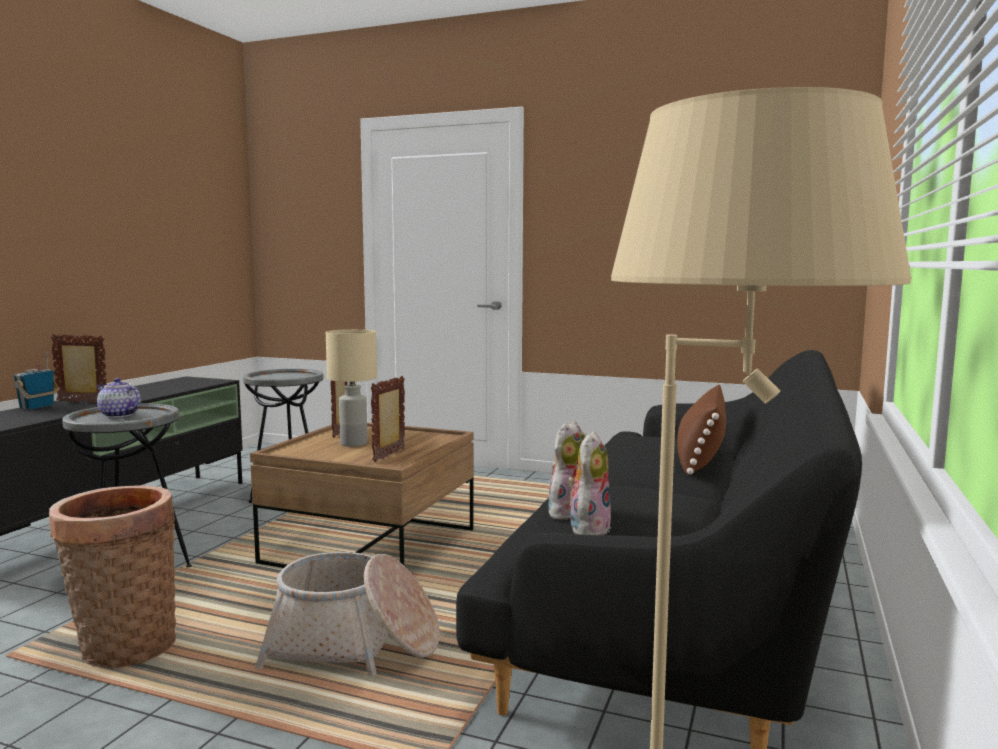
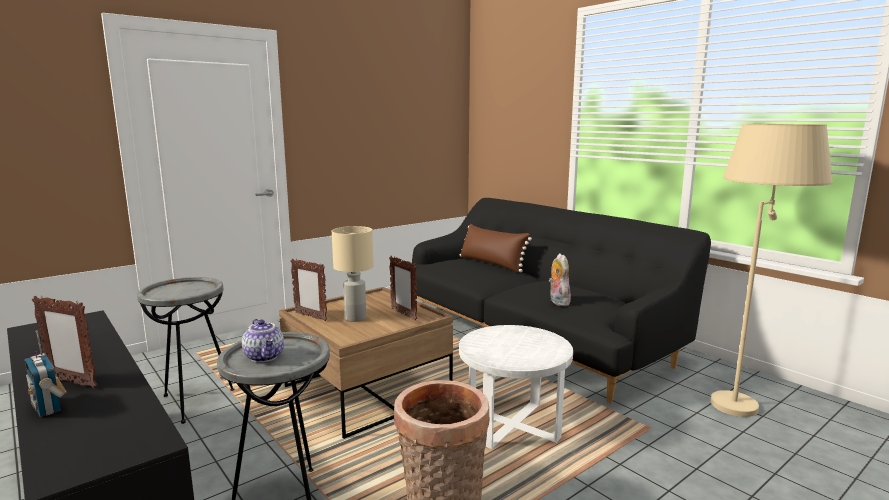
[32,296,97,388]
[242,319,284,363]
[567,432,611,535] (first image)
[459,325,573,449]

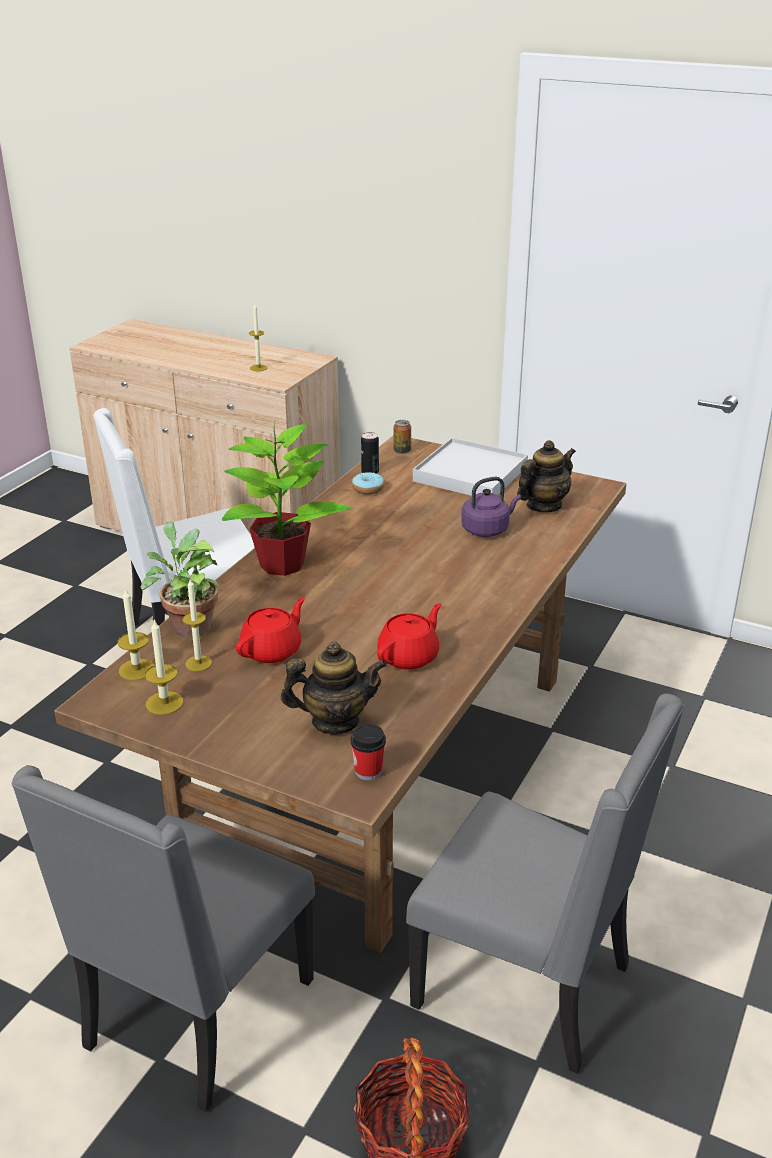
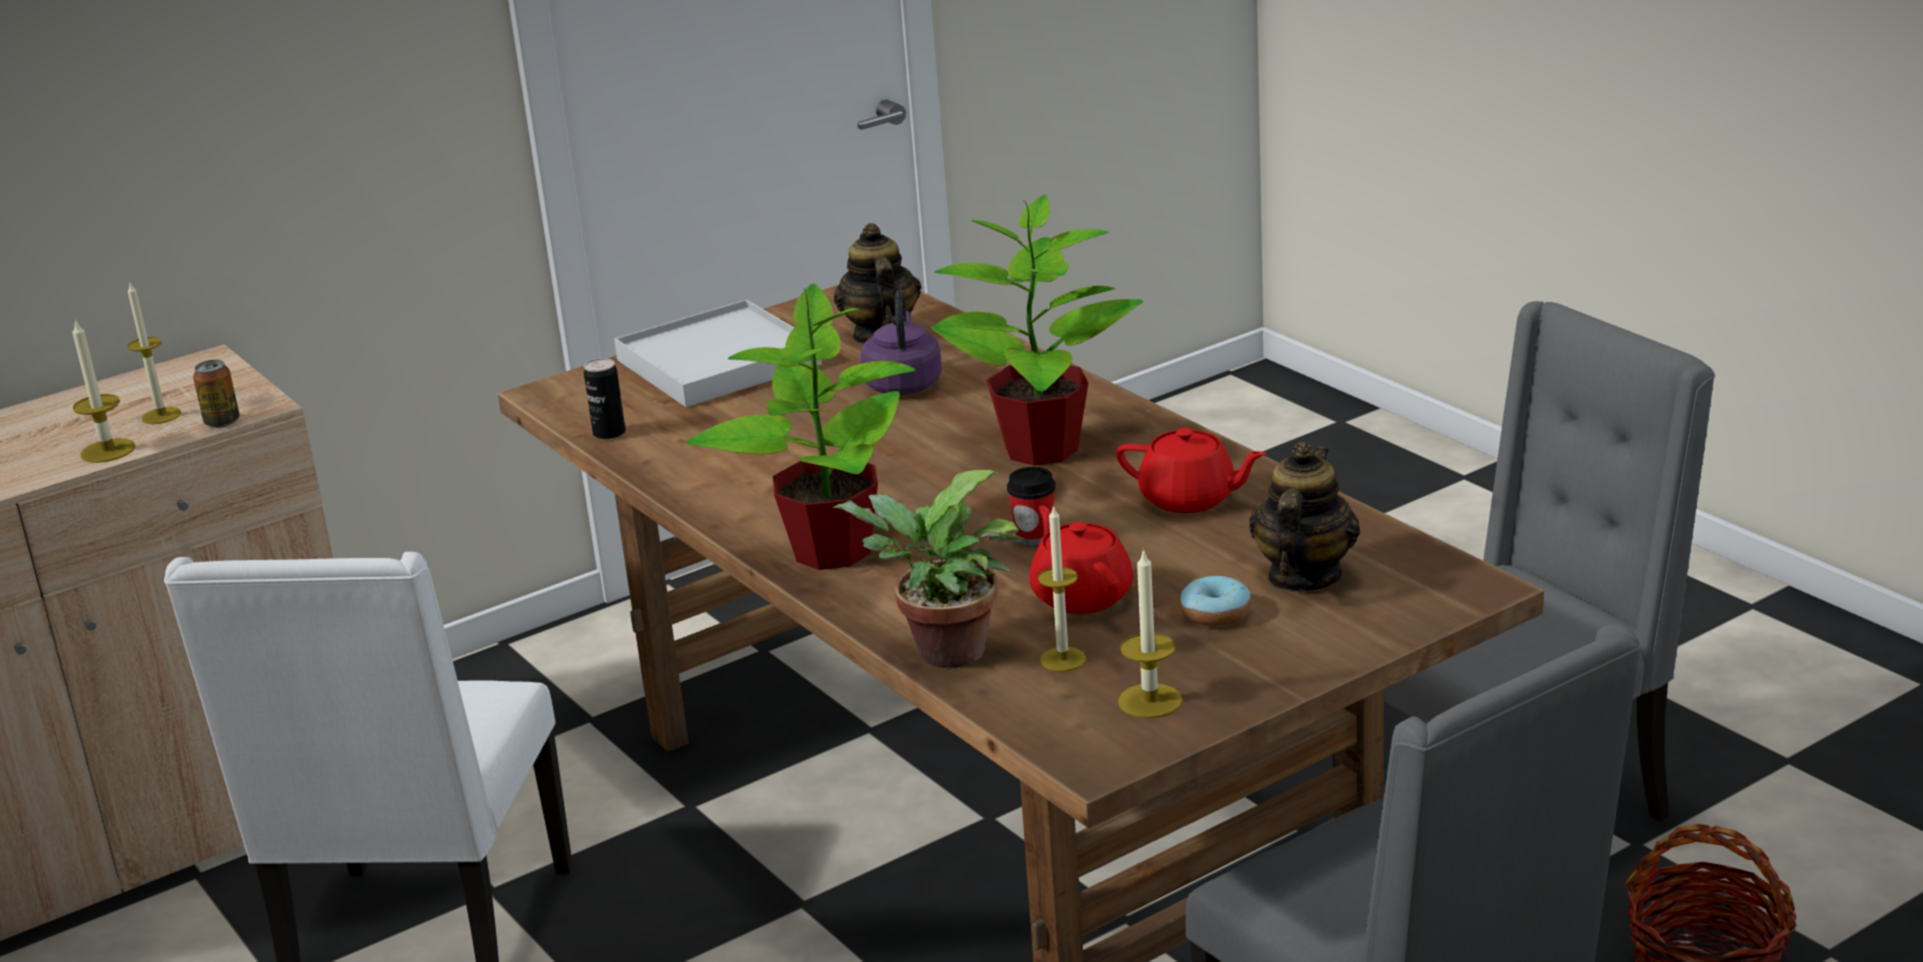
[193,360,240,428]
[1180,575,1251,626]
[72,319,136,463]
[1116,428,1267,513]
[1007,467,1056,546]
[931,195,1143,466]

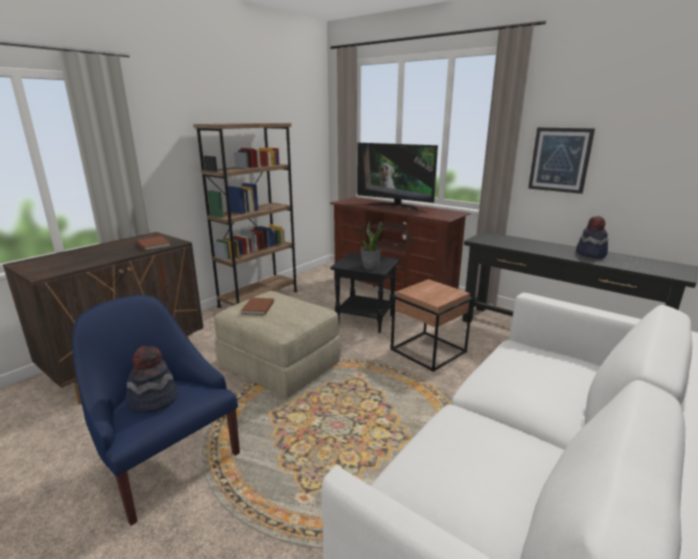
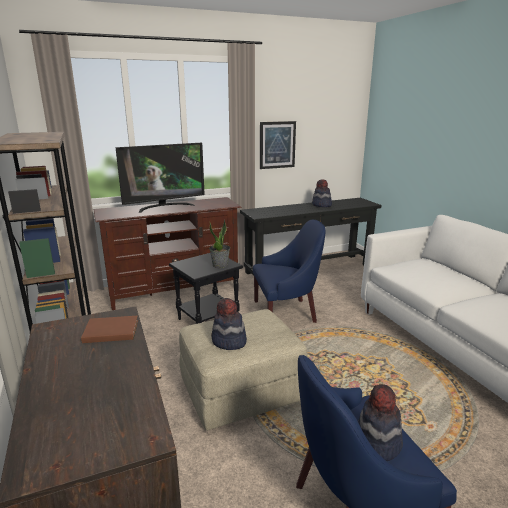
[253,220,325,323]
[211,298,247,350]

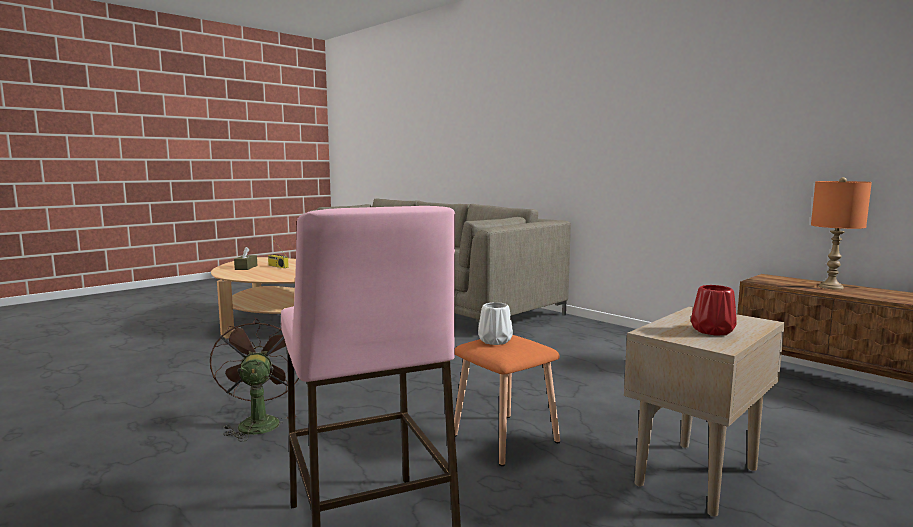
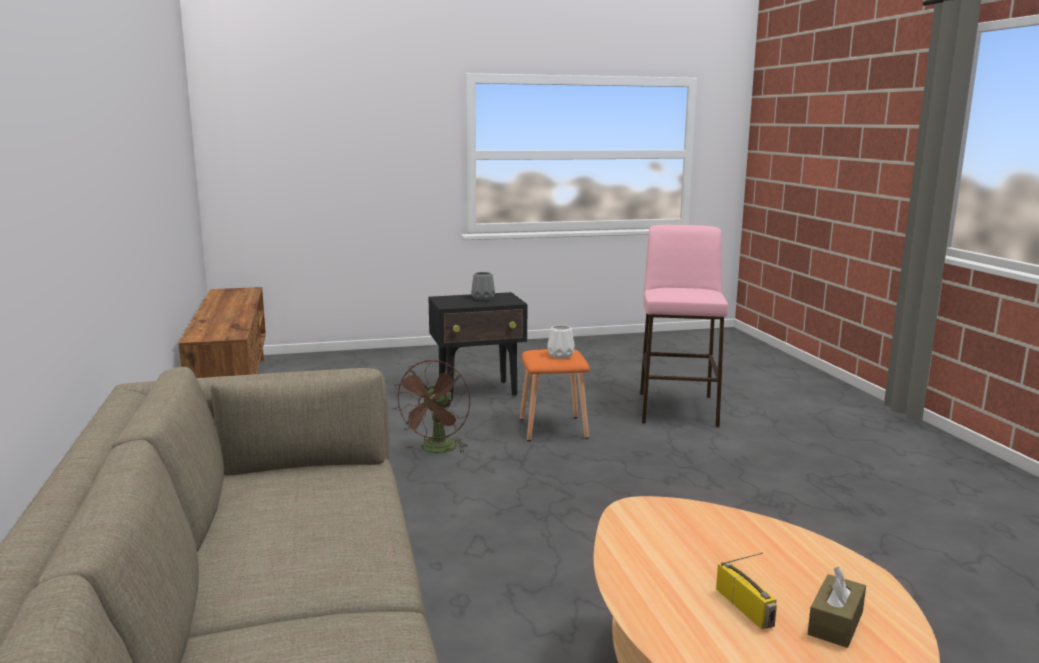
[811,177,872,290] (first image)
[471,272,495,300]
[428,292,528,402]
[393,360,470,453]

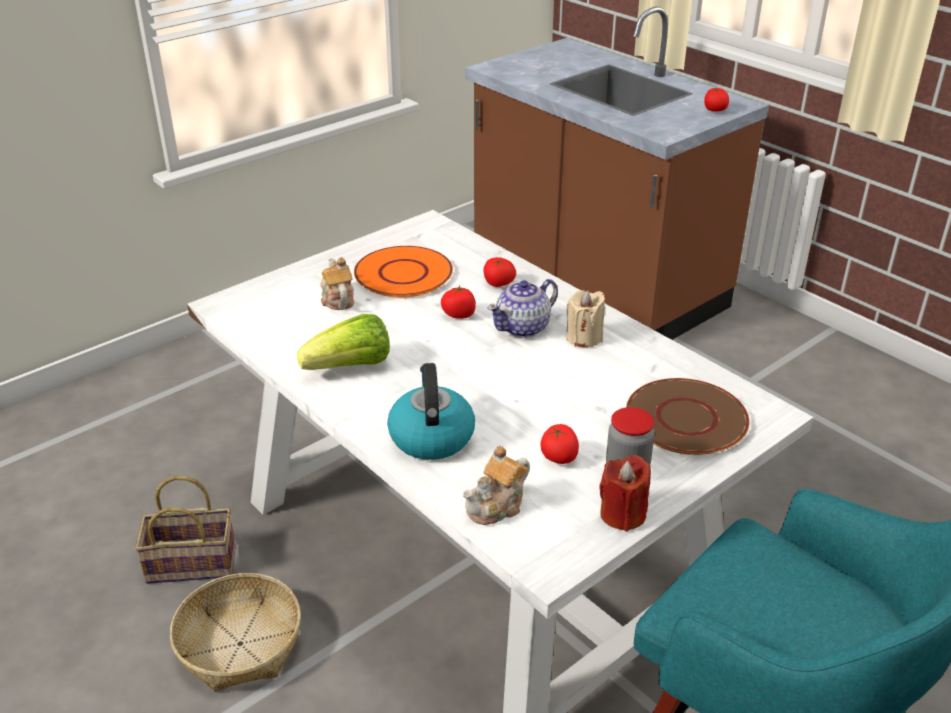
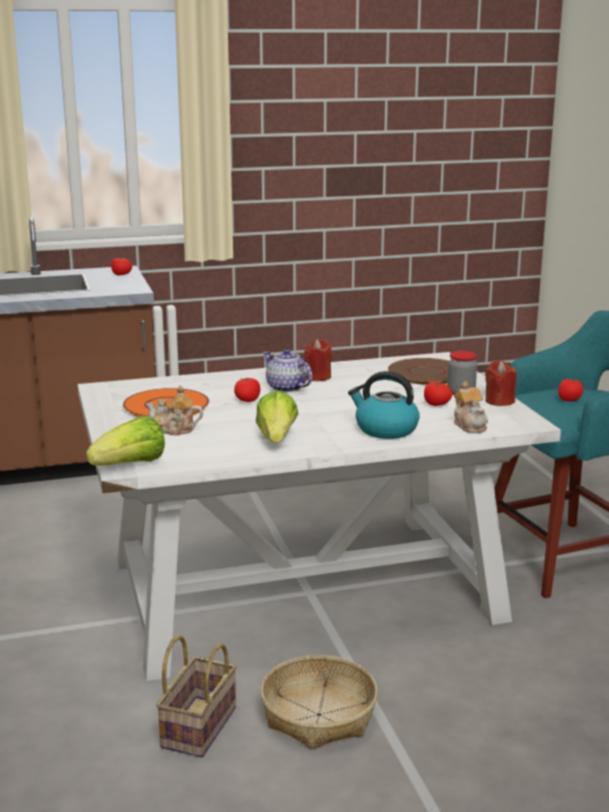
[558,379,583,401]
[263,349,312,393]
[304,339,332,381]
[86,416,165,466]

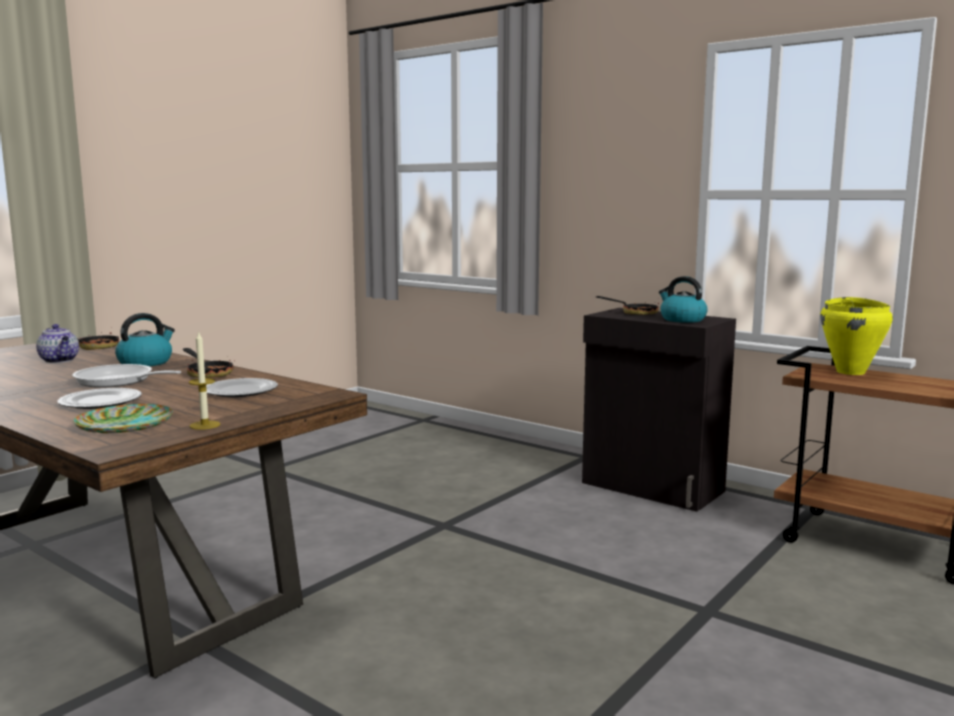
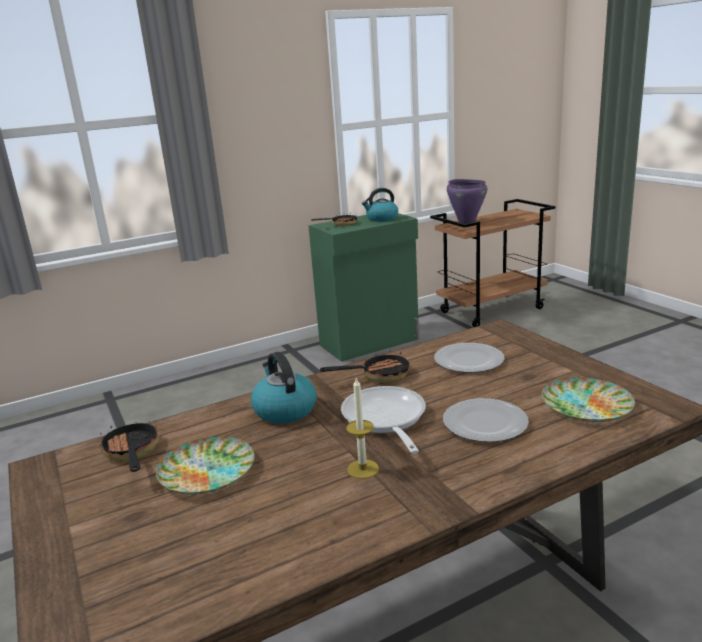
[447,179,487,224]
[308,213,419,362]
[156,436,254,495]
[346,377,379,479]
[341,386,426,454]

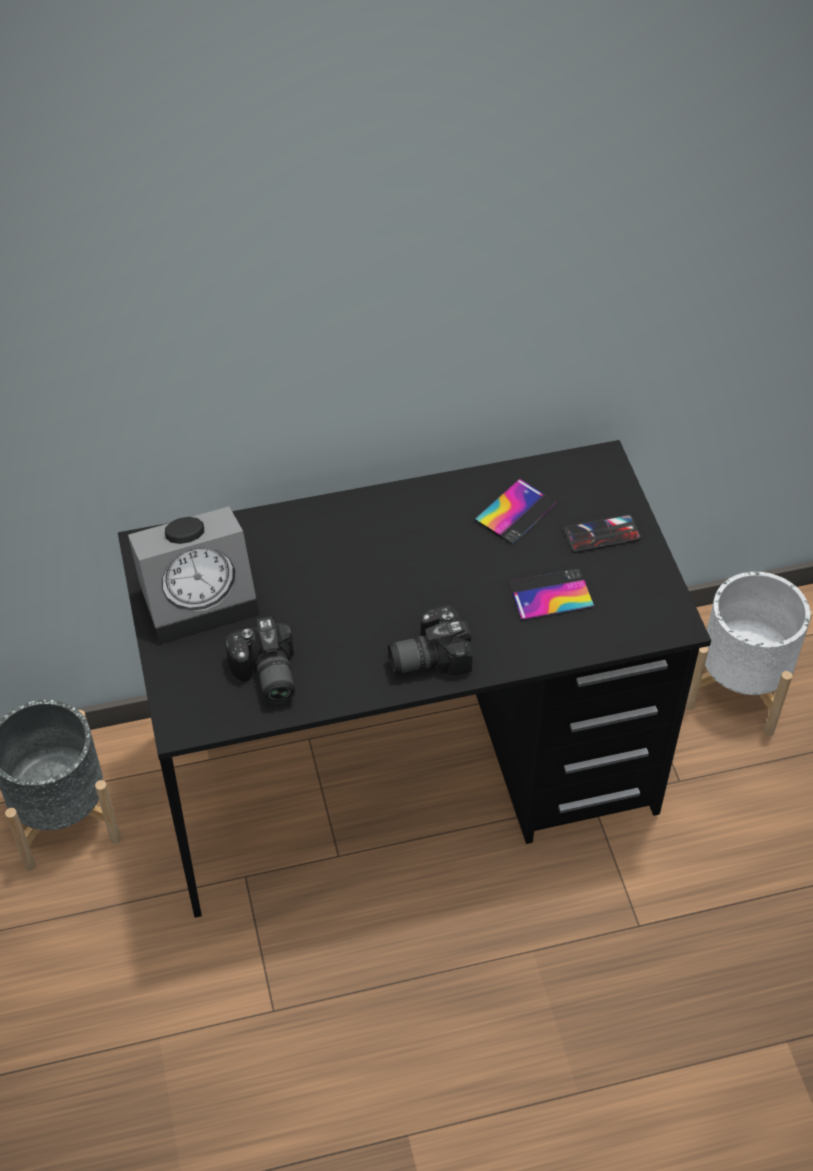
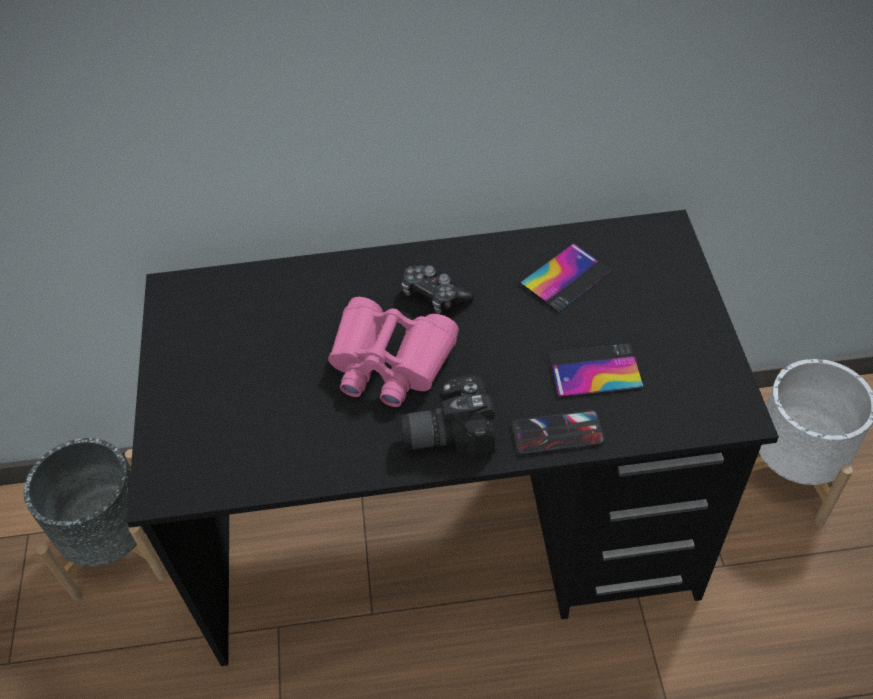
[128,506,259,645] (first image)
[512,410,605,455]
[225,616,295,704] (first image)
[401,265,474,314]
[328,297,459,407]

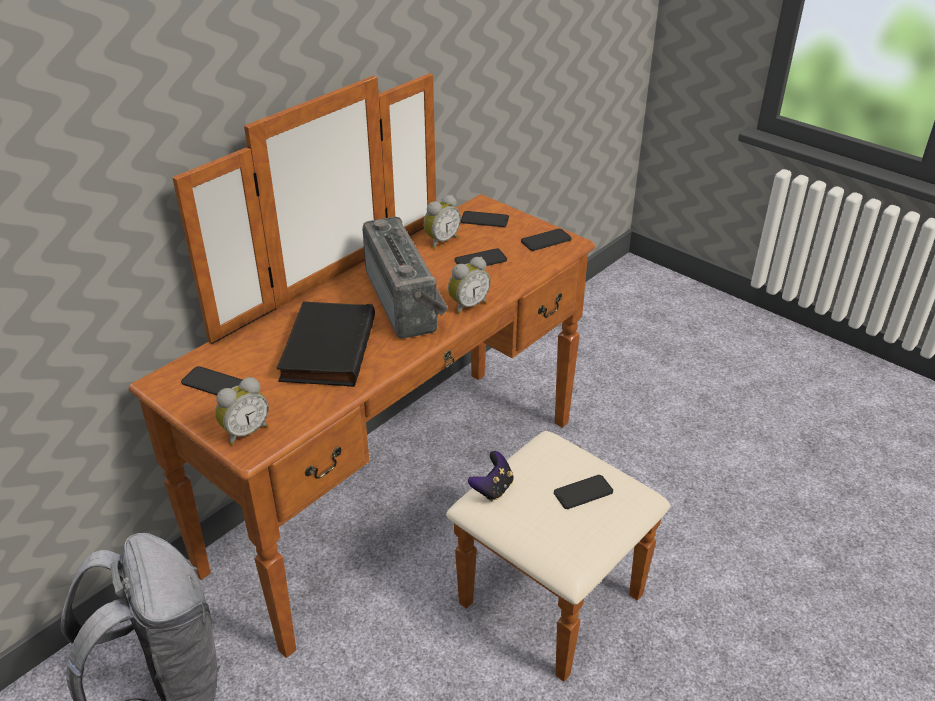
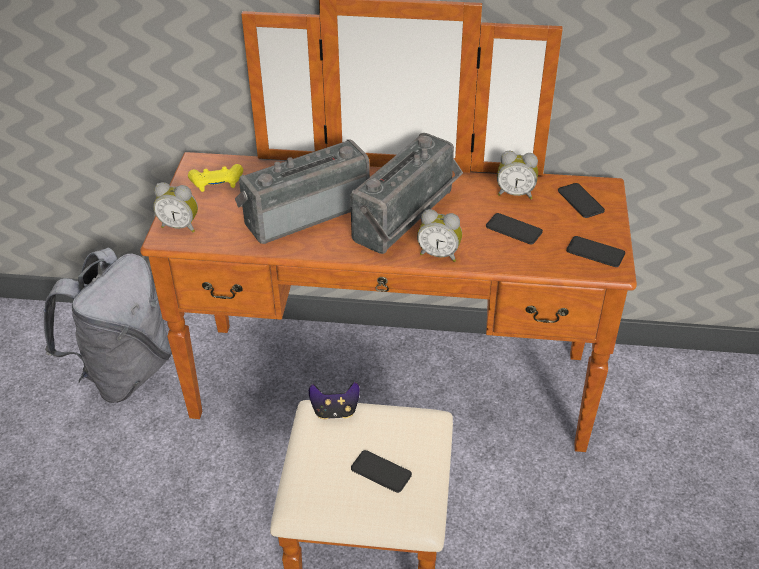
[235,140,370,244]
[188,164,243,192]

